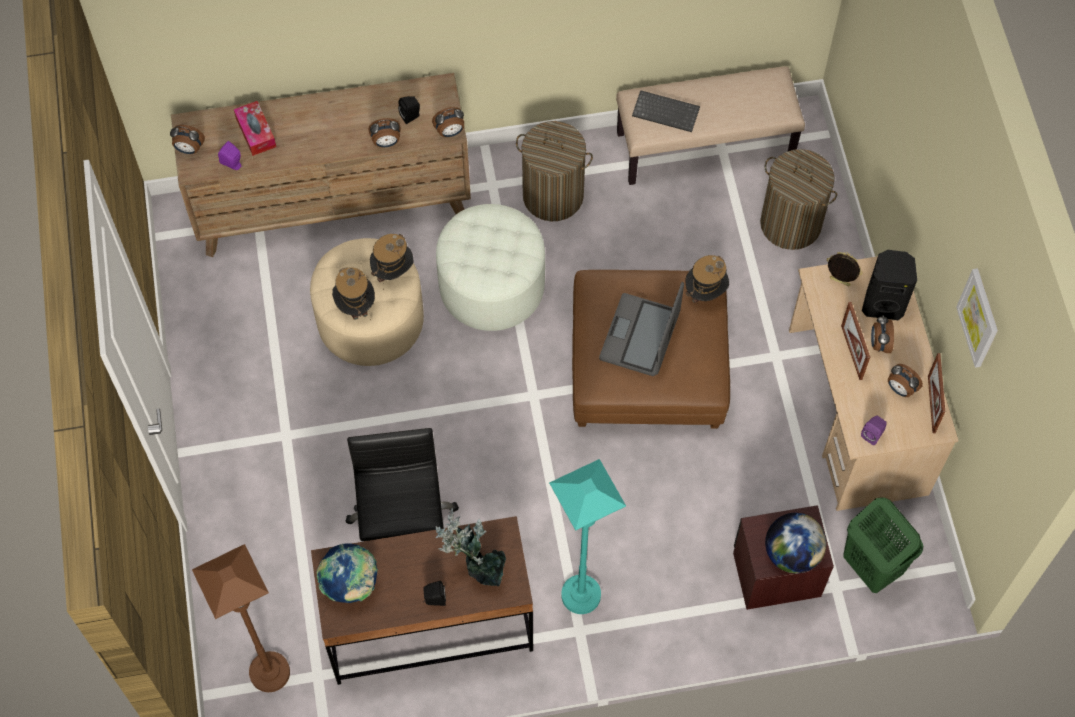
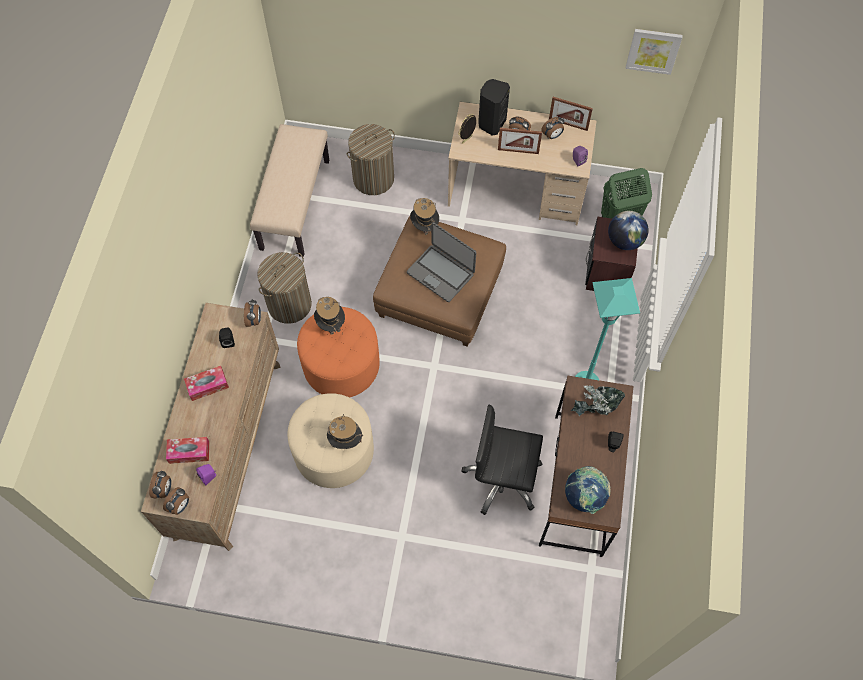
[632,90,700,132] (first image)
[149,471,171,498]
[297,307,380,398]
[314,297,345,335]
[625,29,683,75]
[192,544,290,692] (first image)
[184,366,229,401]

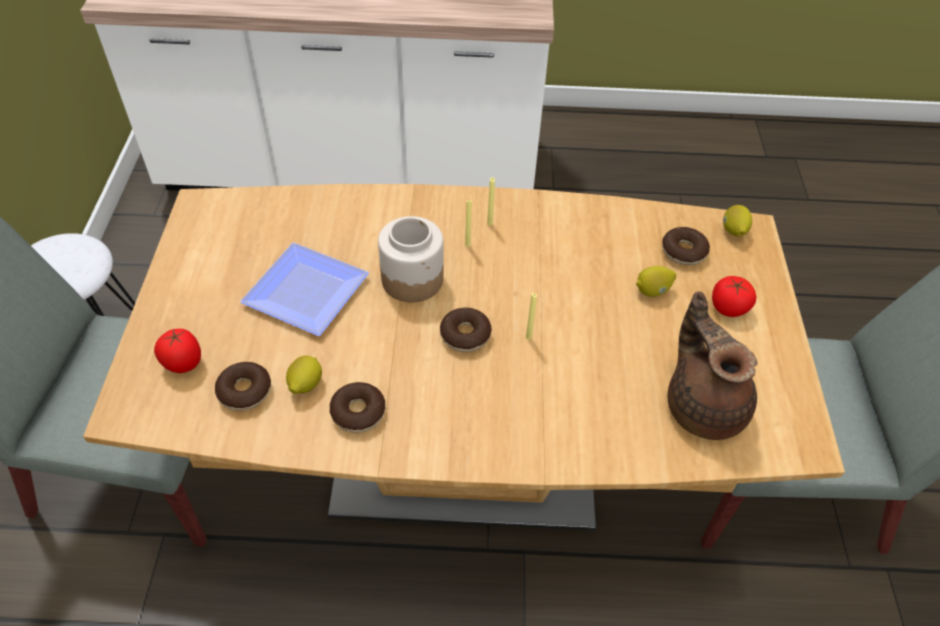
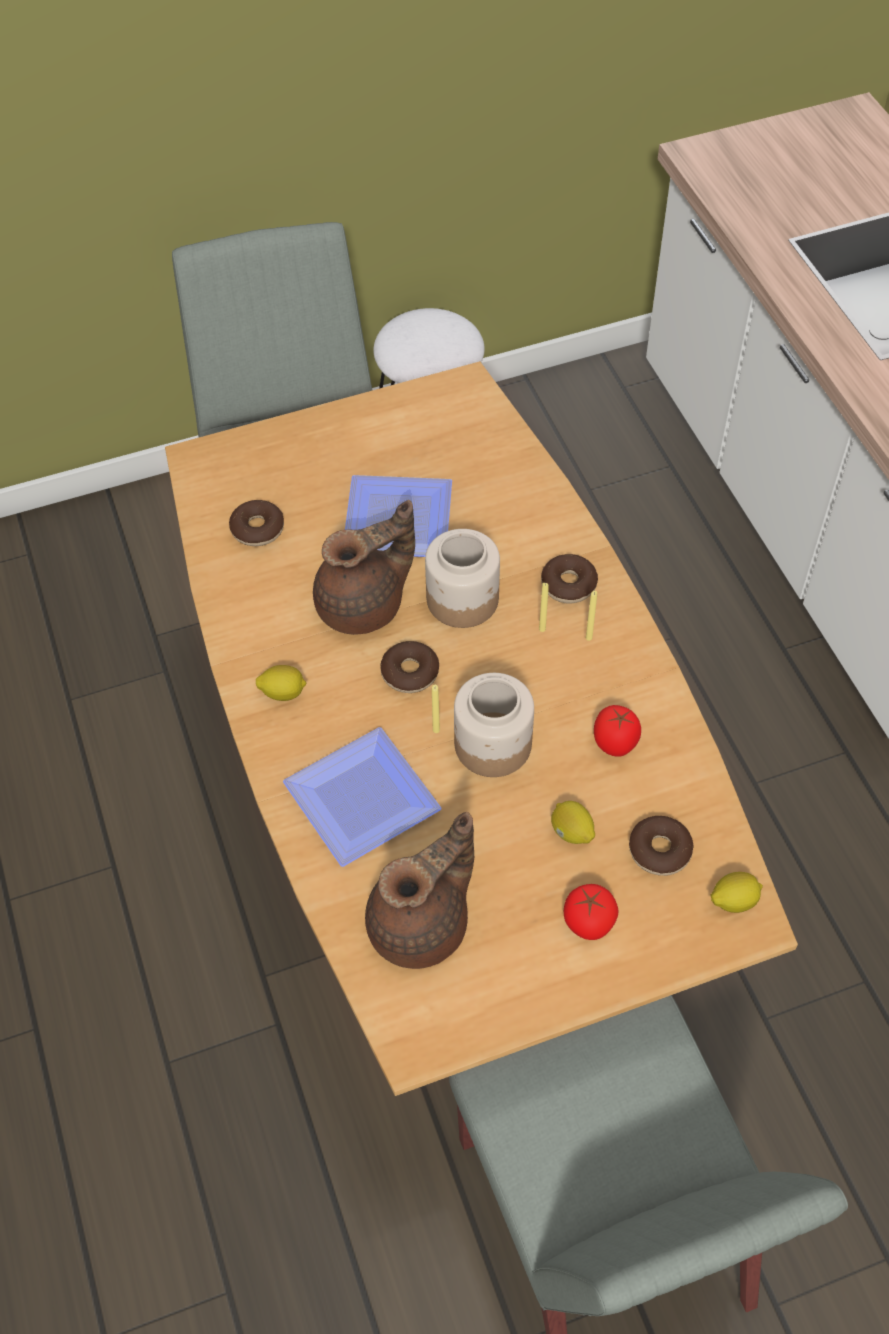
[594,705,641,757]
[256,665,307,701]
[541,554,598,604]
[313,500,415,635]
[454,673,534,777]
[283,727,441,867]

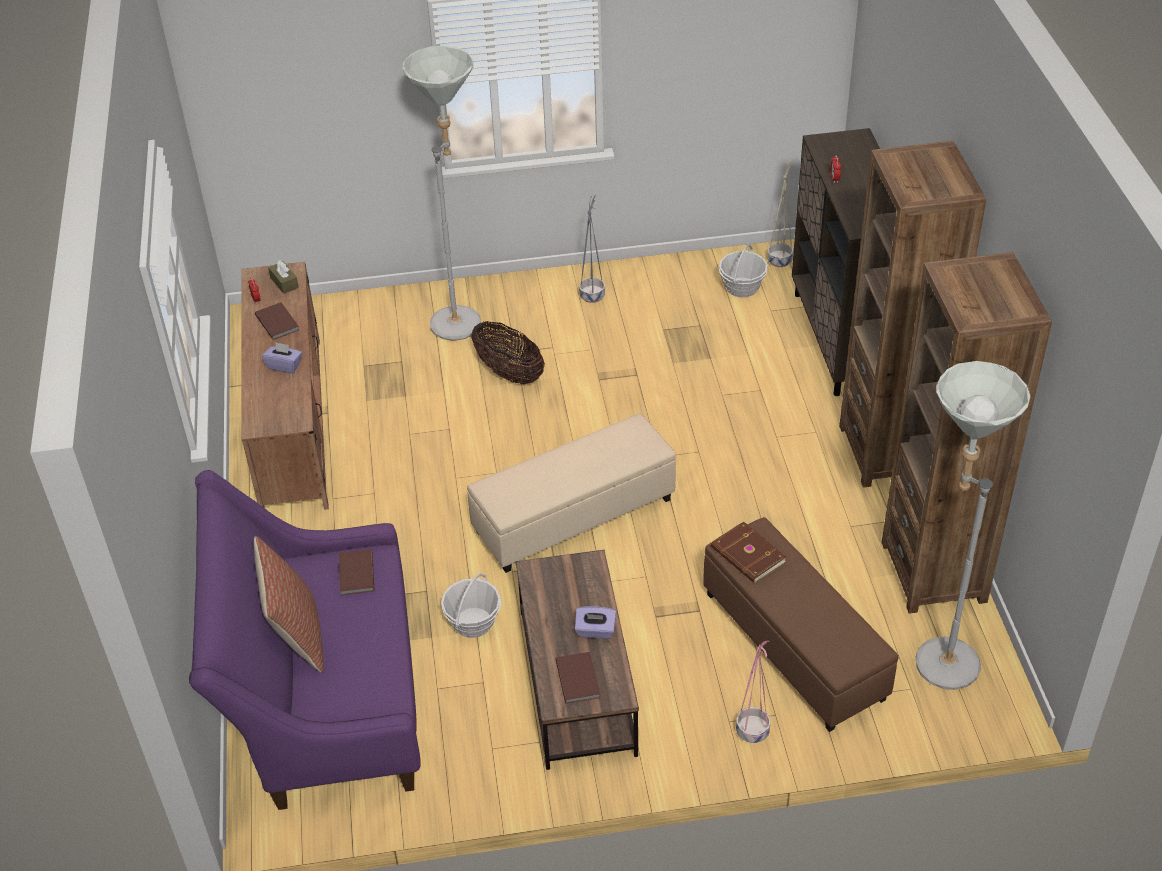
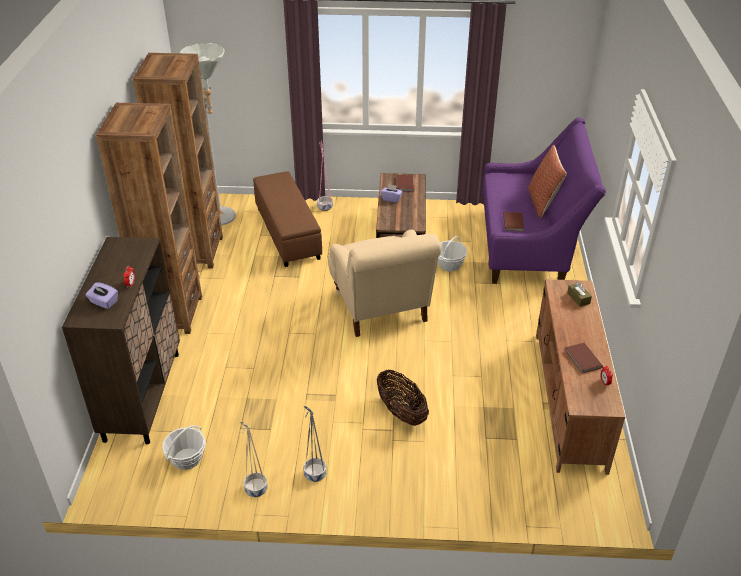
[403,46,481,341] (first image)
[240,422,268,497]
[567,283,592,307]
[86,282,118,309]
[328,230,441,337]
[711,521,786,583] (first image)

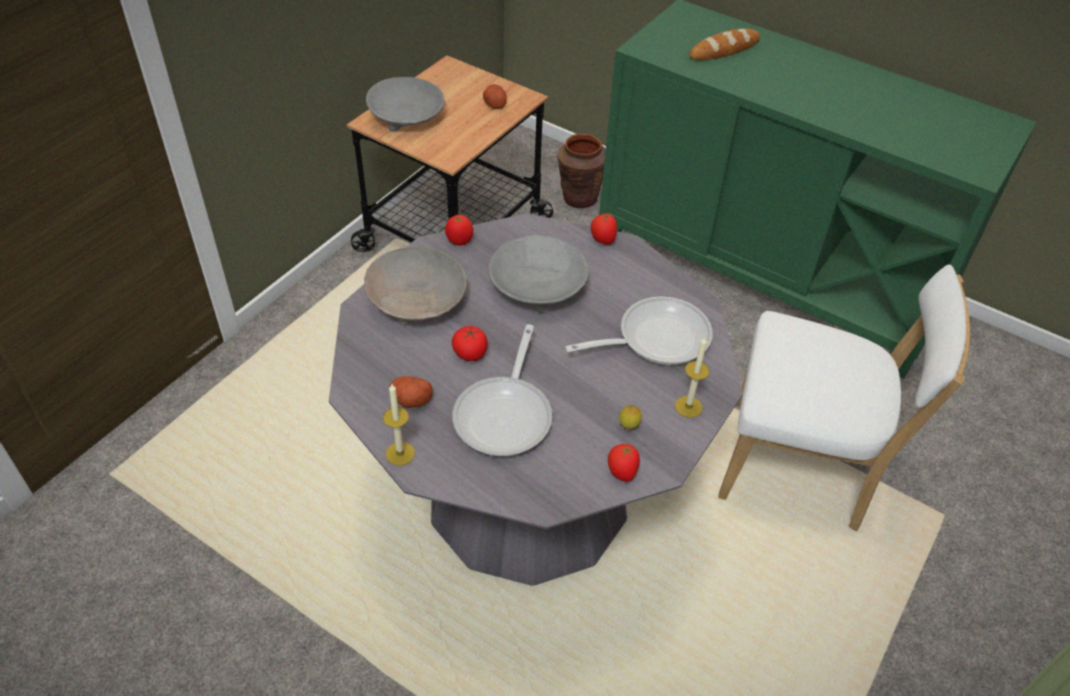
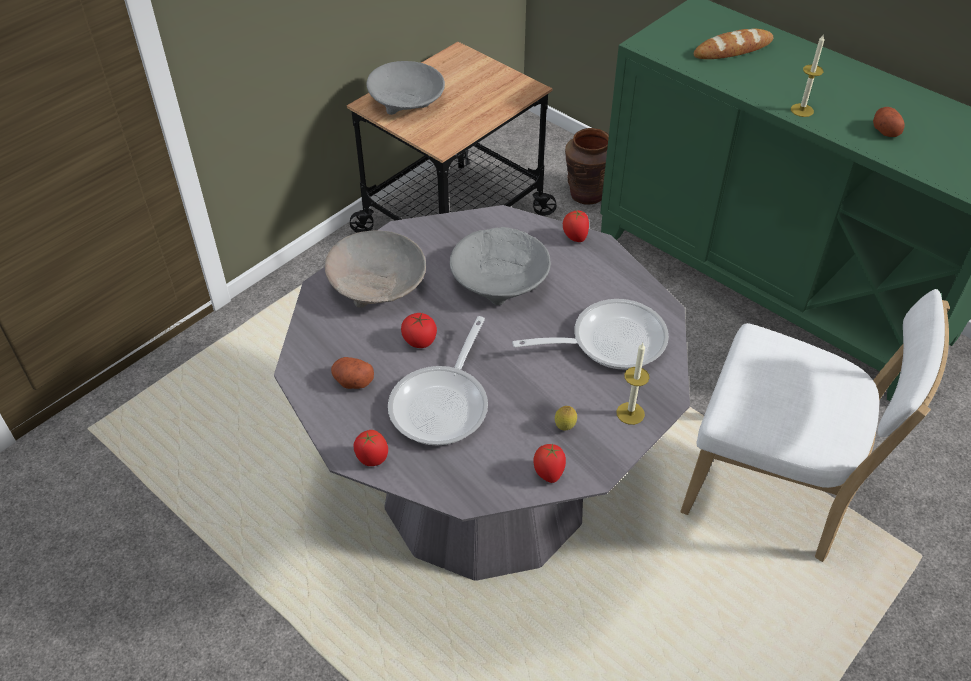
[873,107,904,137]
[354,430,388,466]
[791,35,824,117]

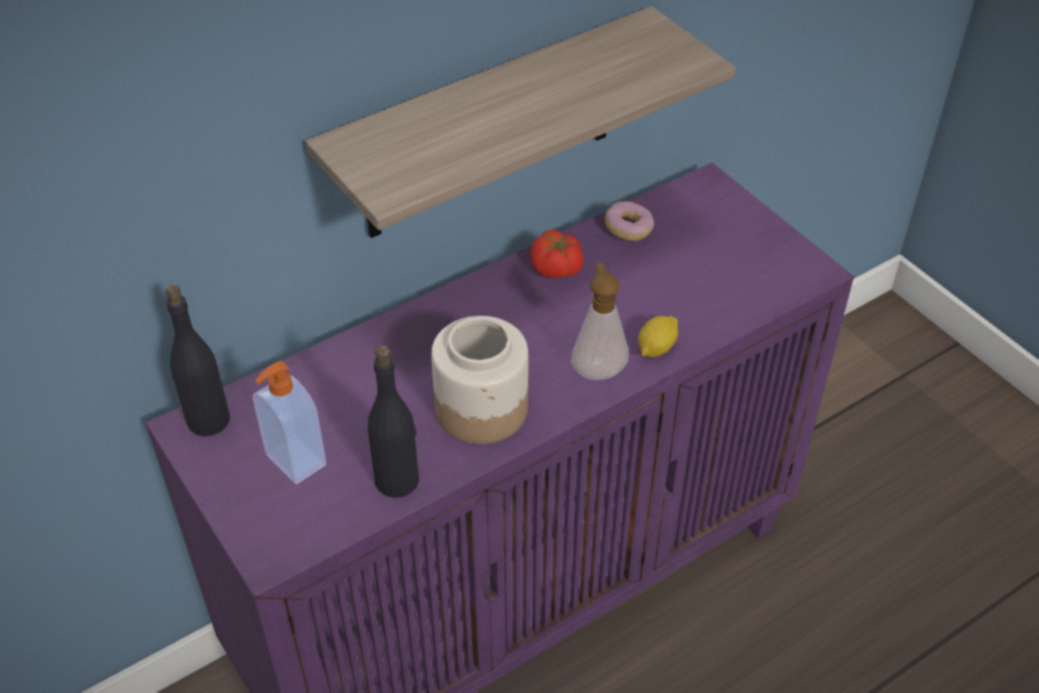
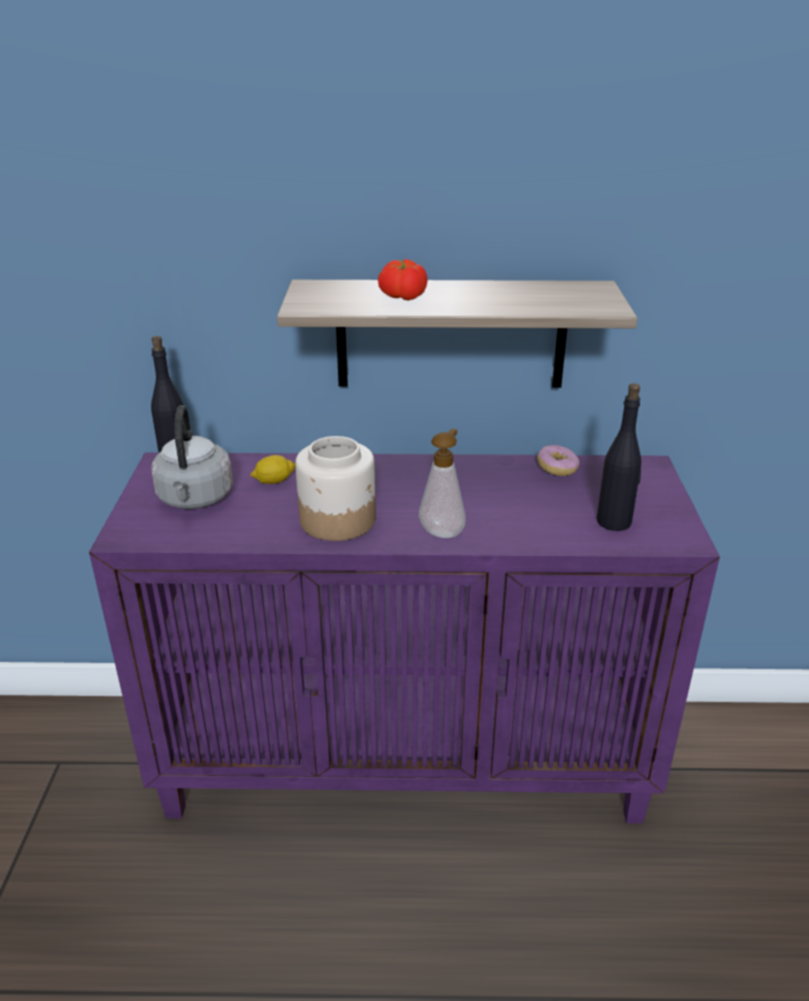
[378,259,428,301]
[250,455,295,484]
[597,383,641,531]
[151,405,233,509]

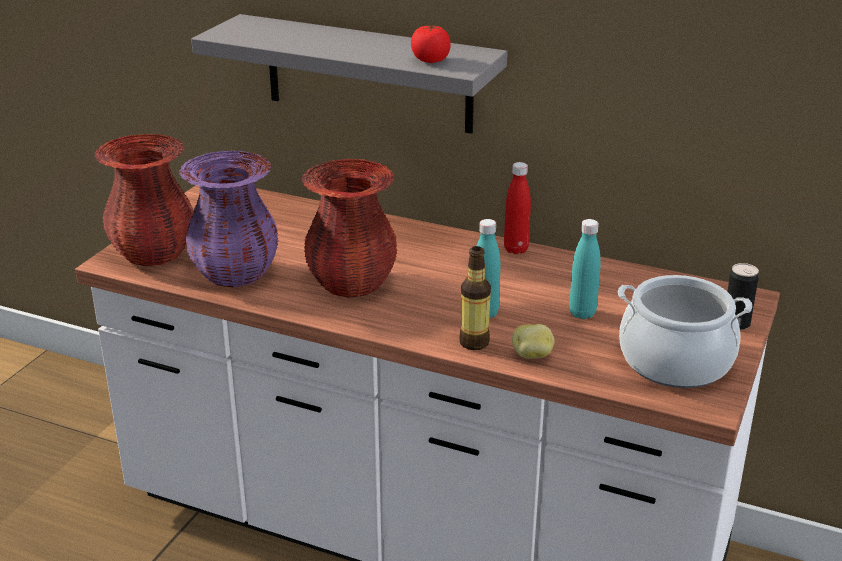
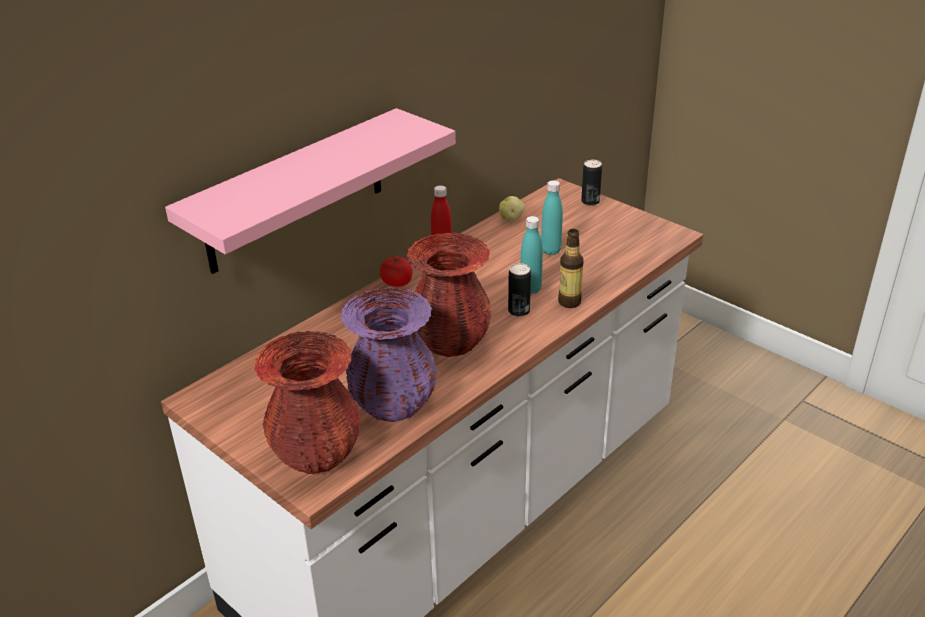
[165,108,456,274]
[380,256,413,287]
[618,275,752,388] (first image)
[499,196,525,222]
[508,263,531,317]

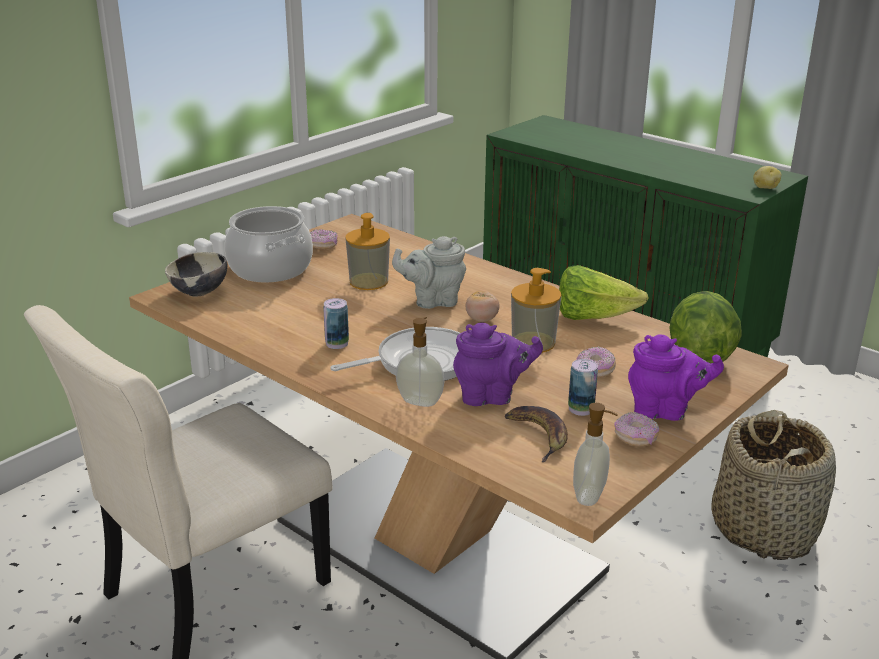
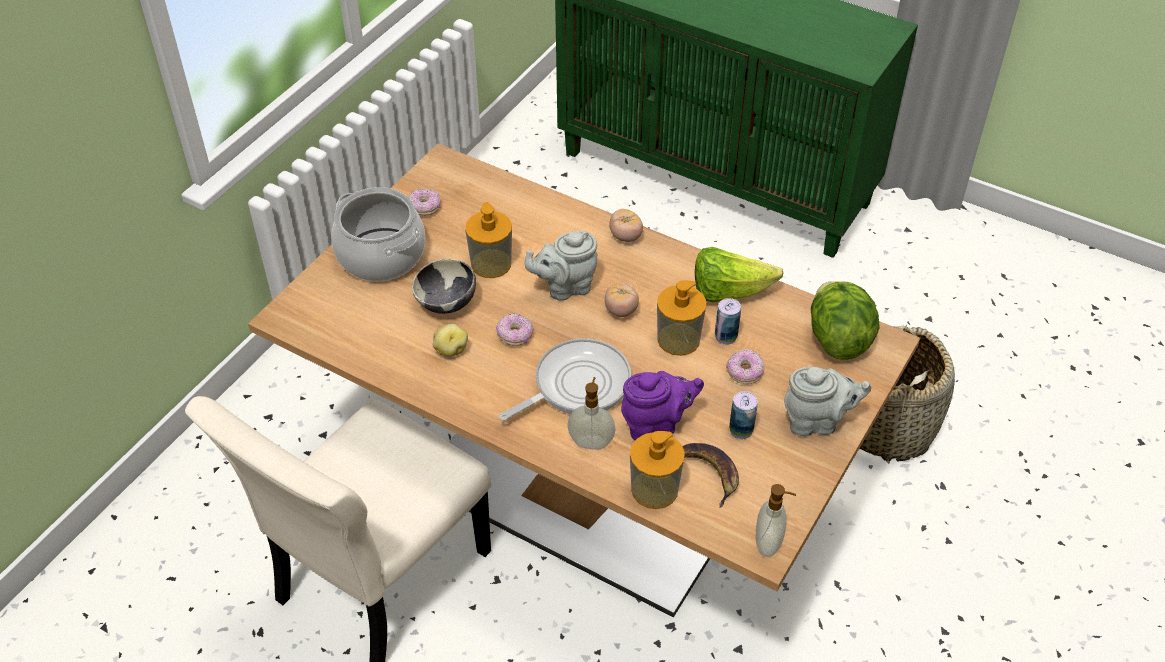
[433,324,468,357]
[412,259,476,314]
[715,298,741,345]
[784,367,871,436]
[496,313,533,346]
[609,209,643,242]
[630,431,685,509]

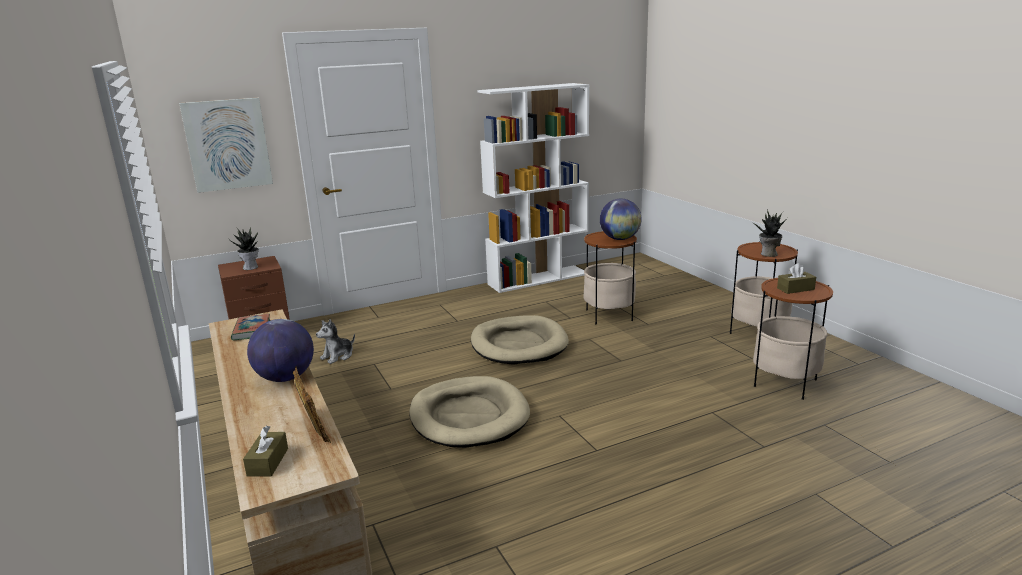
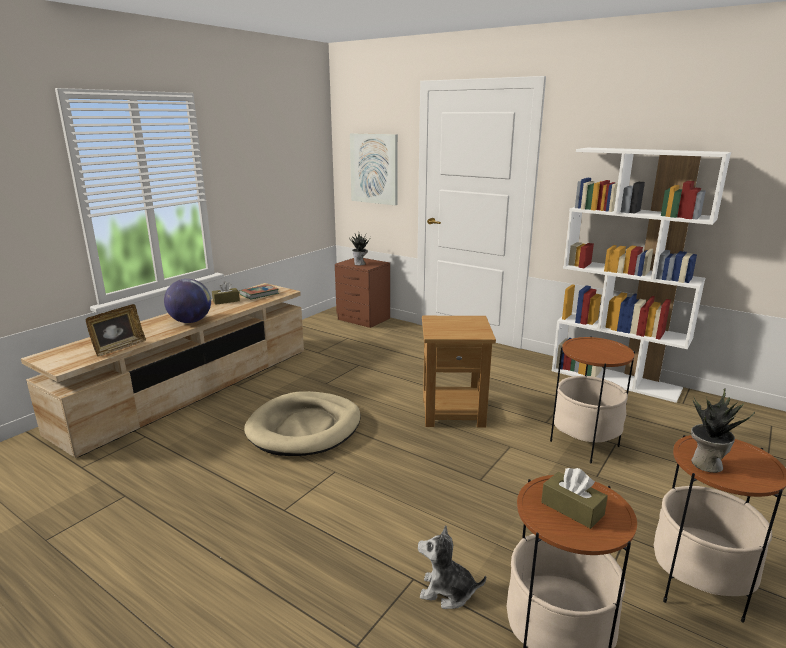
[600,199,642,240] (first image)
[422,316,496,428]
[418,525,486,609]
[212,281,240,305]

